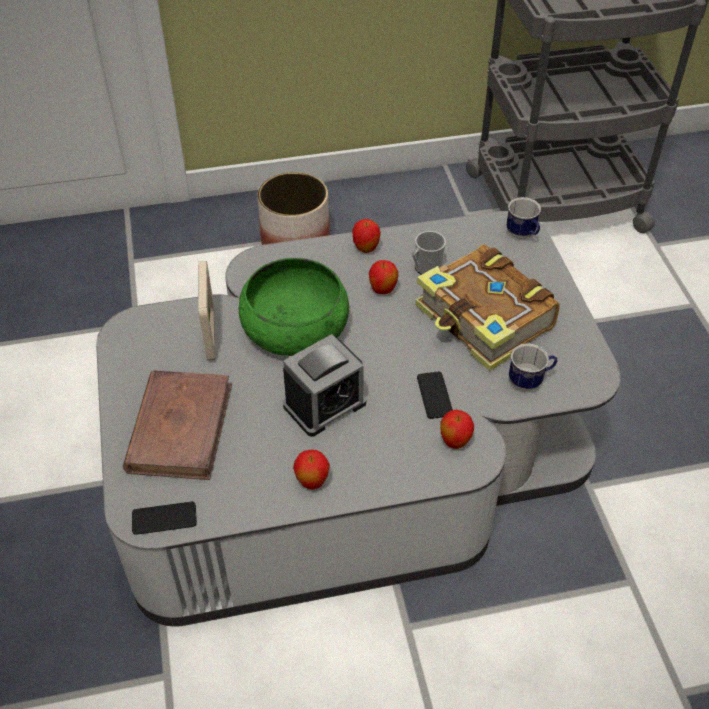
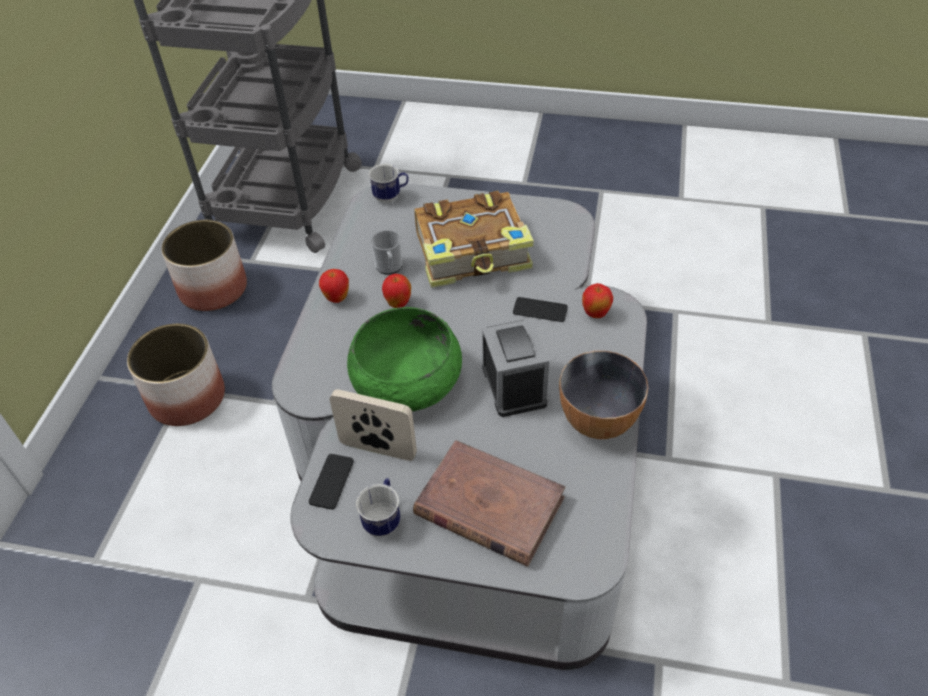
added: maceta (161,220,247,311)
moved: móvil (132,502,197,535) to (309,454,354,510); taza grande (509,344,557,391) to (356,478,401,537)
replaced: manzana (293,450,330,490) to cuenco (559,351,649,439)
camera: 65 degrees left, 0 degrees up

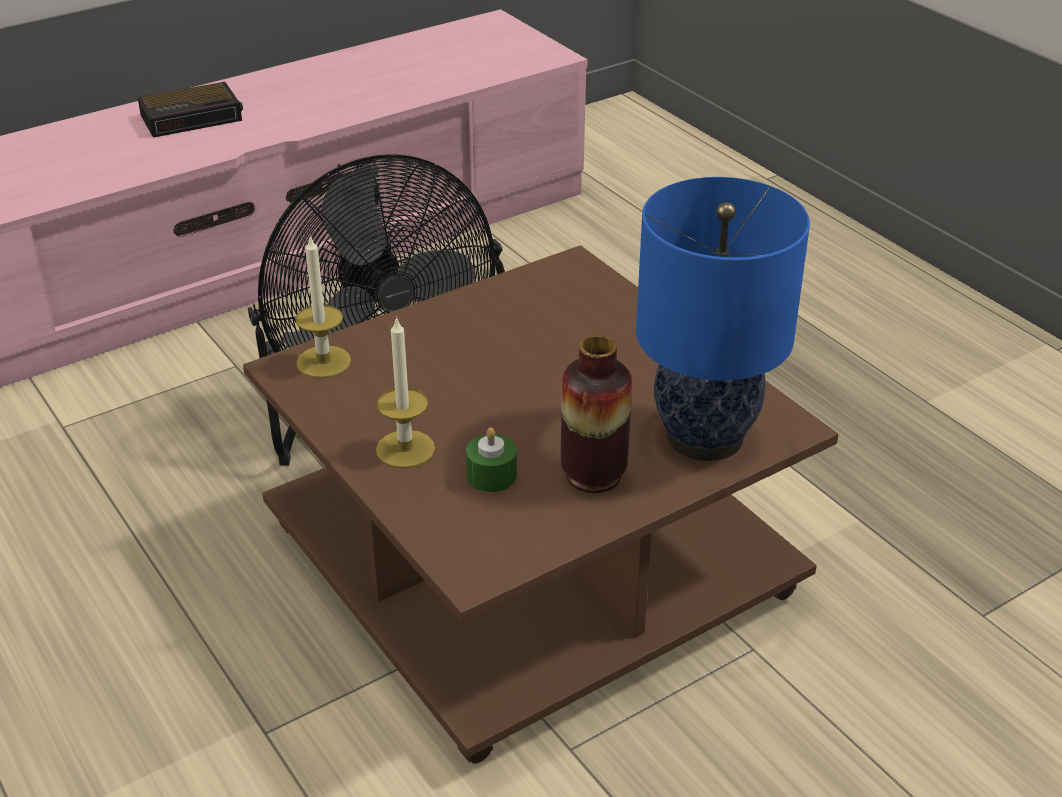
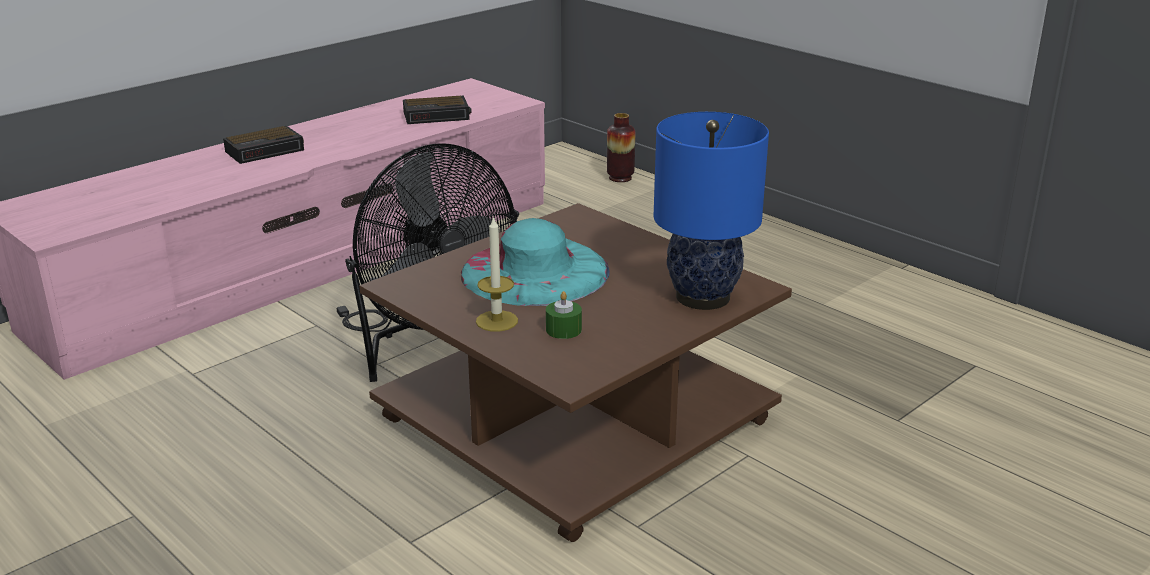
removed: vela (295,234,351,378)
added: despertador (403,95,472,124); sombrero/turquesa (461,218,610,306)
moved: florero (561,335,632,493) to (607,113,635,182)
camera: 10 degrees left, 10 degrees down

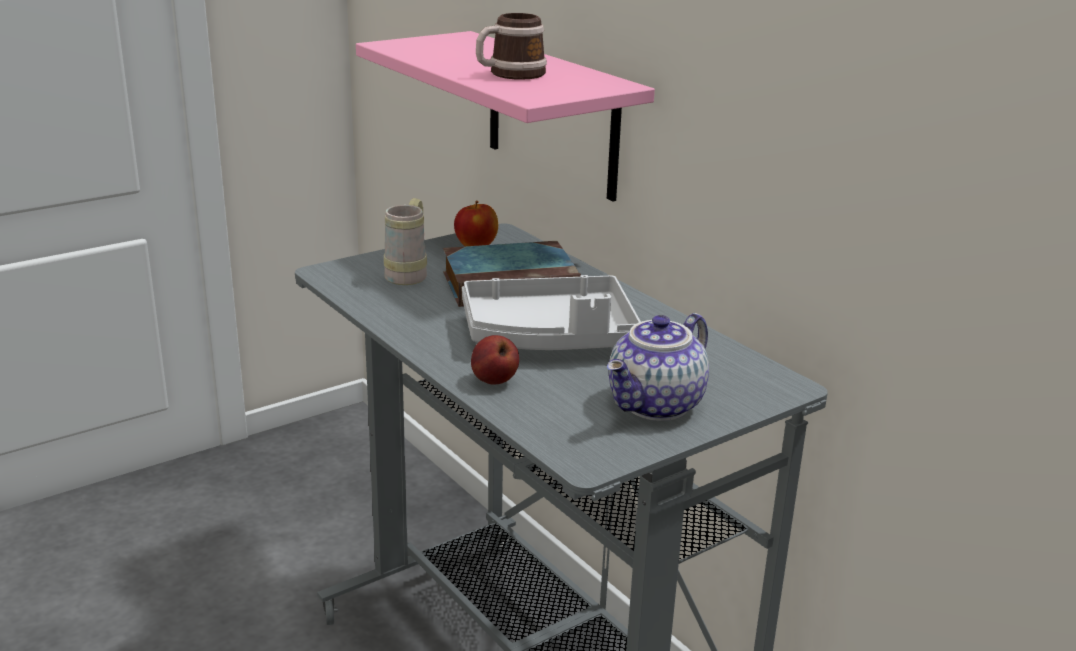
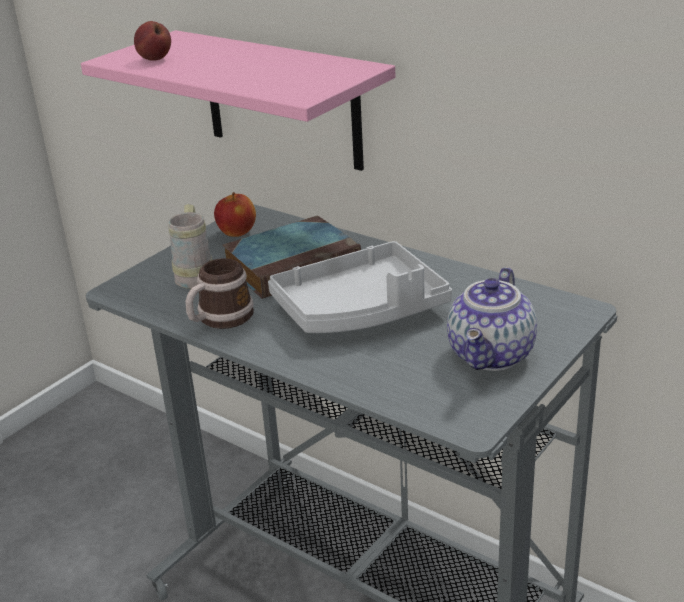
moved: manzana (471,335,519,384) to (134,21,171,61); taza grande (476,13,547,80) to (185,258,254,329)
camera: 15 degrees left, 5 degrees up

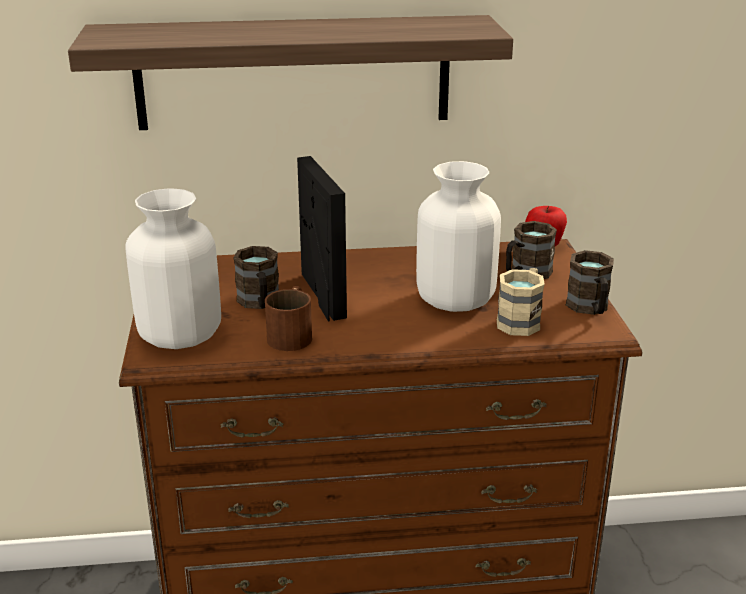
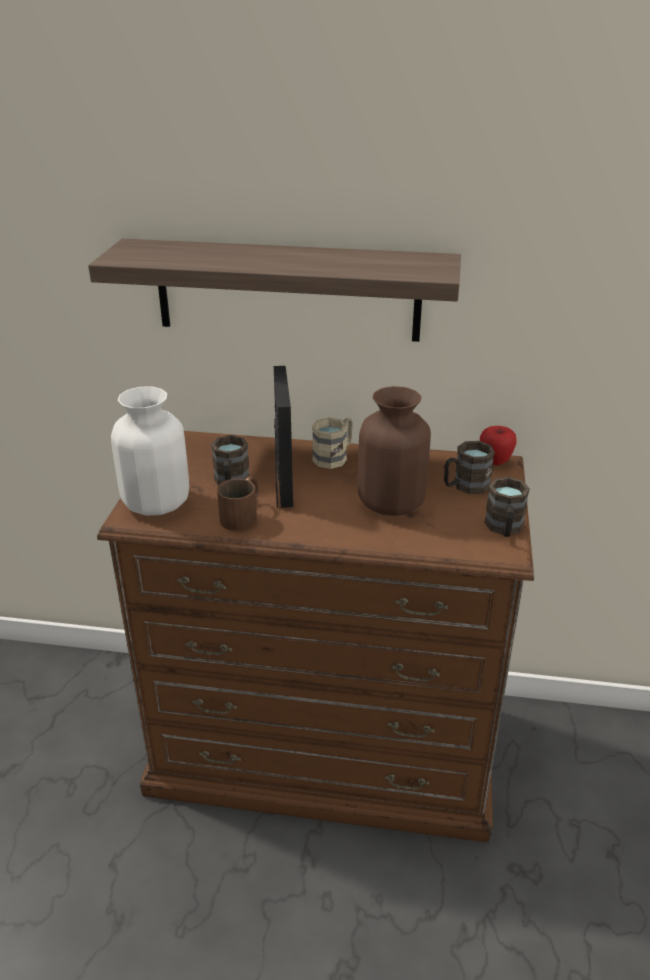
moved: taza grande/beis (497,268,545,336) to (312,417,353,469)
recoloured: florero/blanco (416,161,501,312) to florero/marrón (358,386,431,516)
camera: 15 degrees right, 5 degrees up

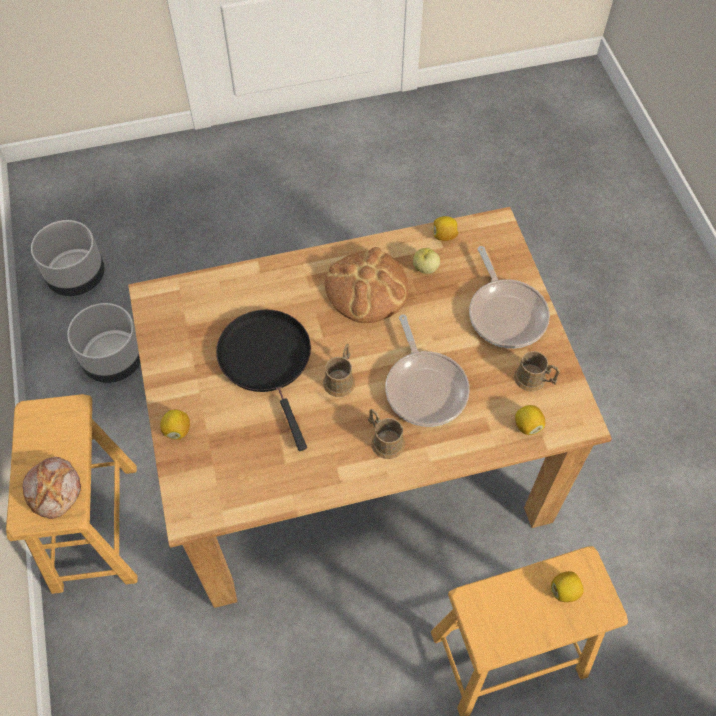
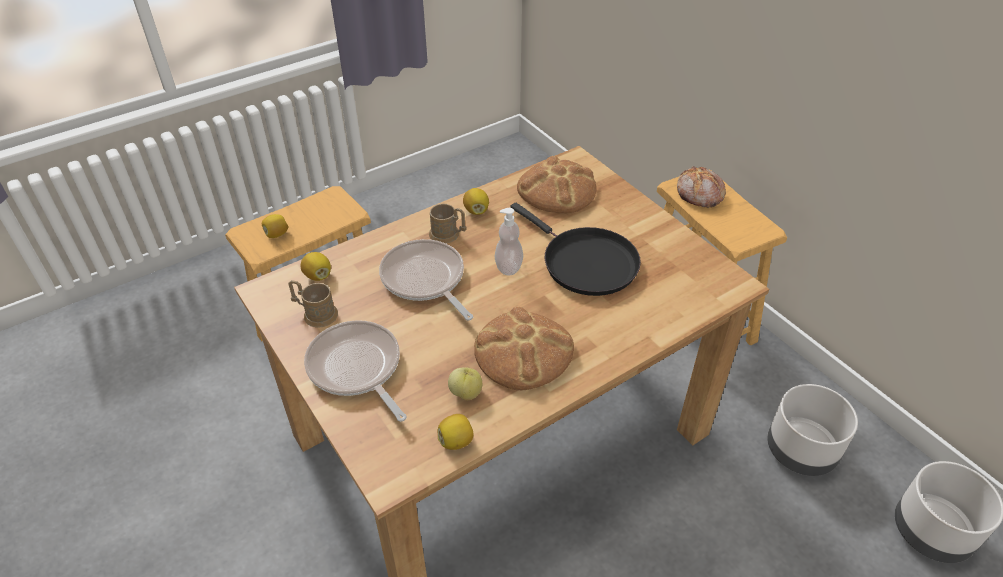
added: pan (517,156,597,213)
moved: limón (160,410,190,440) to (463,188,489,215)
replaced: taza grande/marrón (323,343,355,397) to dispensador de jabón (495,208,523,276)
camera: 160 degrees right, 15 degrees down

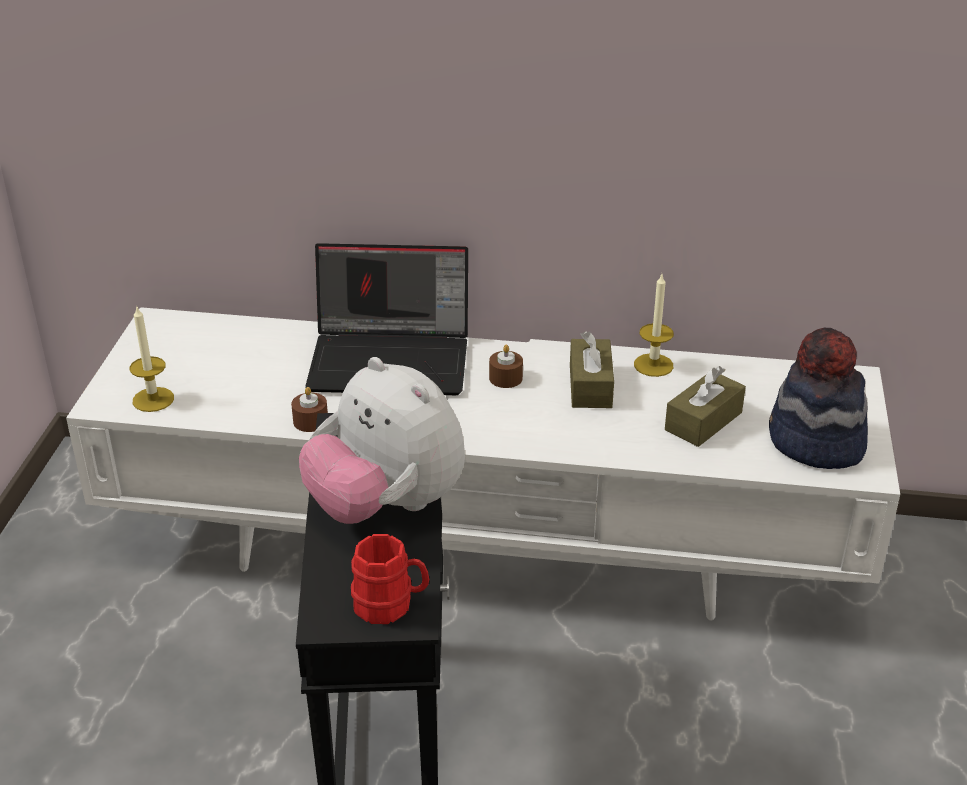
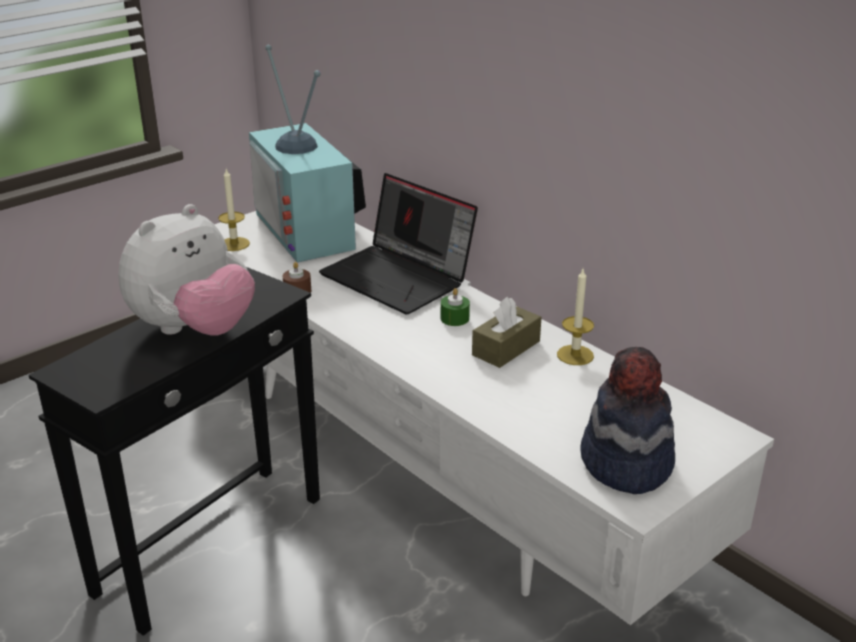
removed: taza grande/rojo (351,534,429,624); caja de pañuelos/marrón (665,366,746,447)
added: televisor (249,45,366,262)
recoloured: vela/marrón (489,345,523,388) to vela/verde (441,288,470,326)
turned: peluche (299,357,465,524) = (118,204,255,335) 135 degrees counterclockwise
camera: 40 degrees right, 5 degrees down

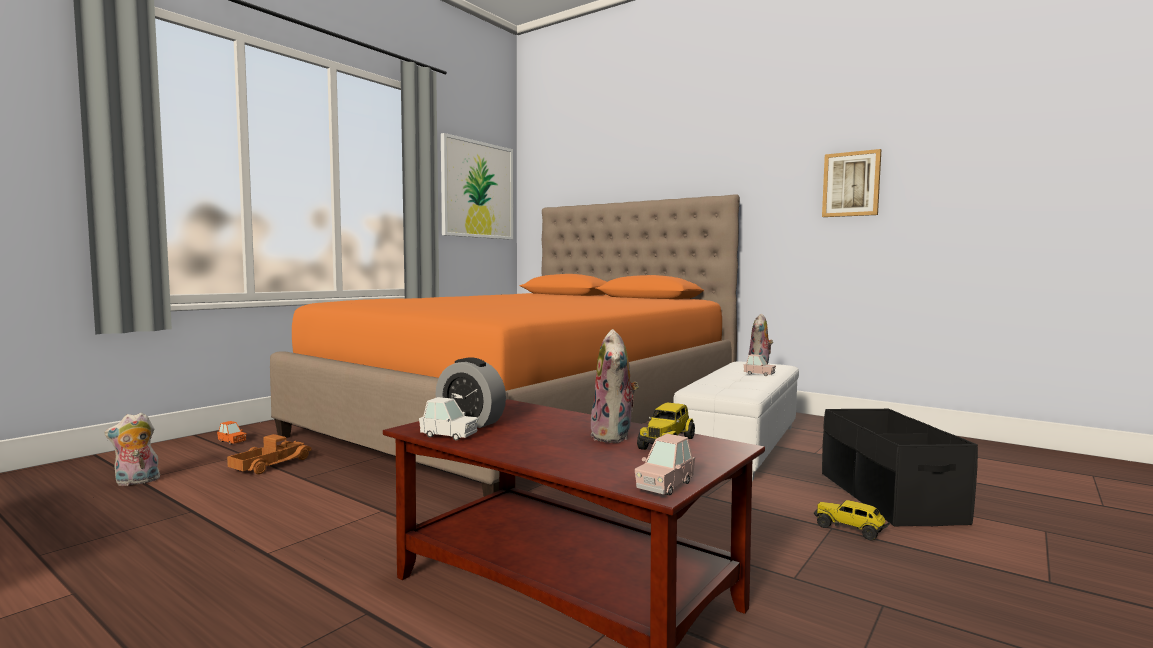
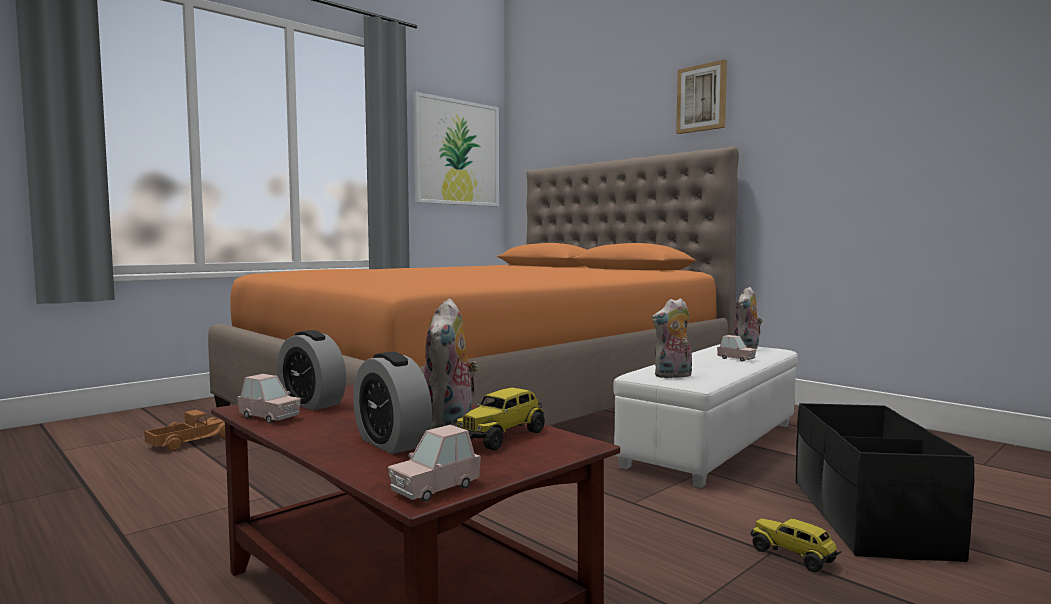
removed: coche de juguete/naranja (217,421,247,445)
added: despertador (353,352,432,454)
moved: peluche (104,412,160,486) to (652,298,692,378); cuadro (822,149,881,217) to (676,59,727,134)
recoloured: coche de juguete/blanco (419,397,479,441) to coche de juguete/rosa (237,374,301,423)
camera: 10 degrees right, 0 degrees up

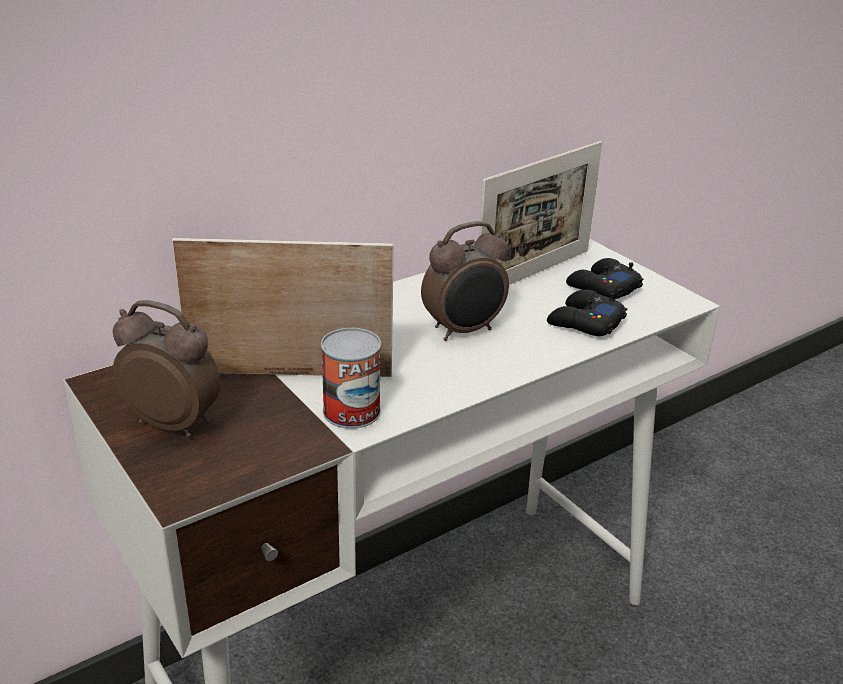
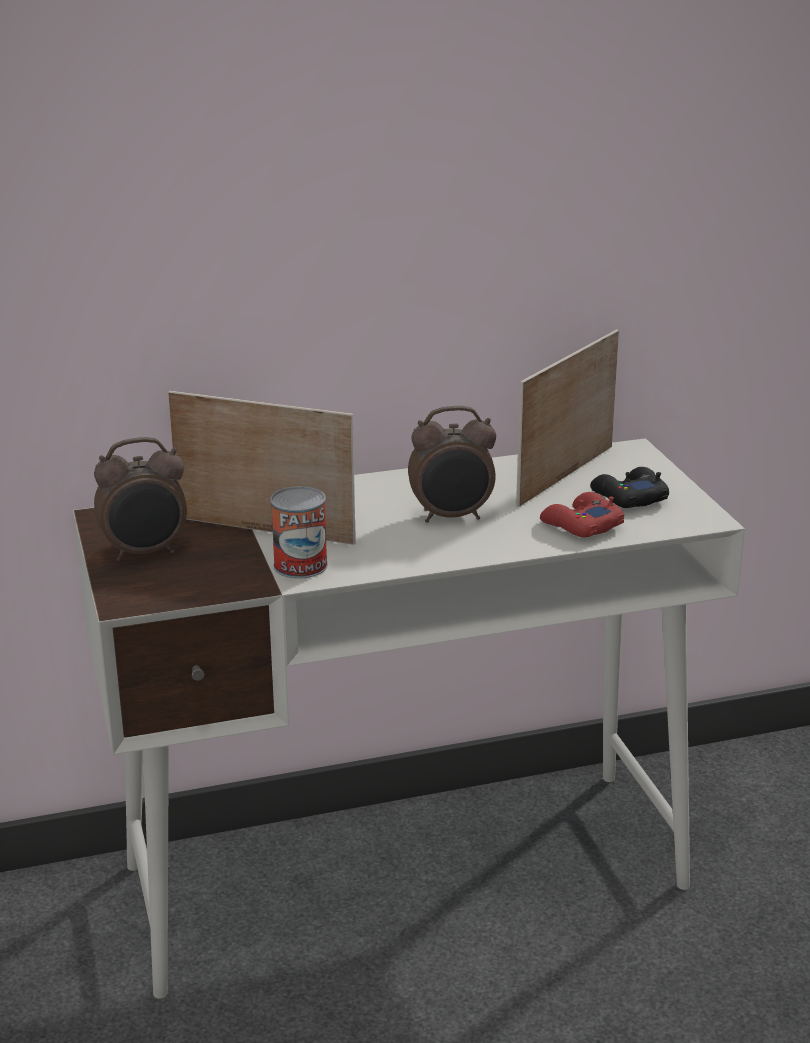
recoloured: mando de consola/negro (547,289,627,336) to mando de consola/rojo (540,492,624,538)
turned: despertador (113,300,221,437) = (94,437,187,561) 120 degrees clockwise; portarretratos (479,141,602,285) = (516,329,619,507) 150 degrees clockwise
camera: 20 degrees right, 5 degrees down

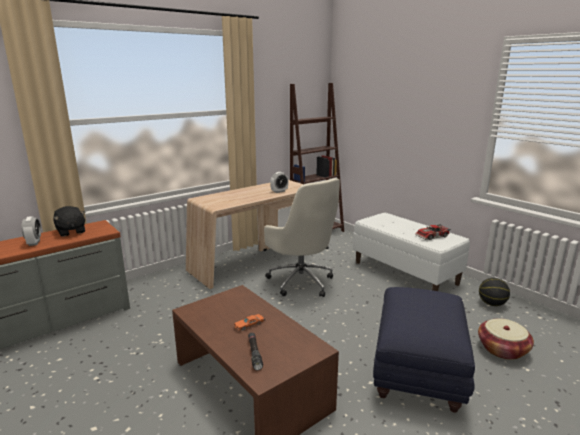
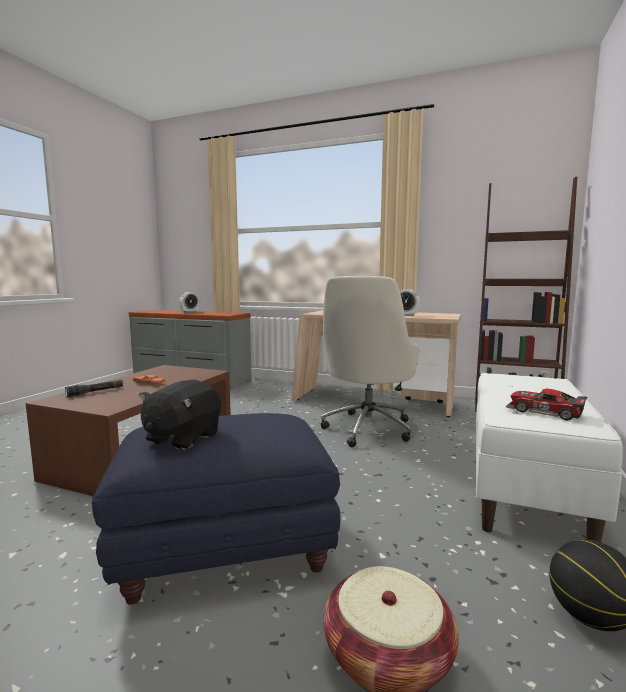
moved: peluche/negro (53,206,86,237) to (139,379,221,450)
camera: 60 degrees right, 10 degrees down

